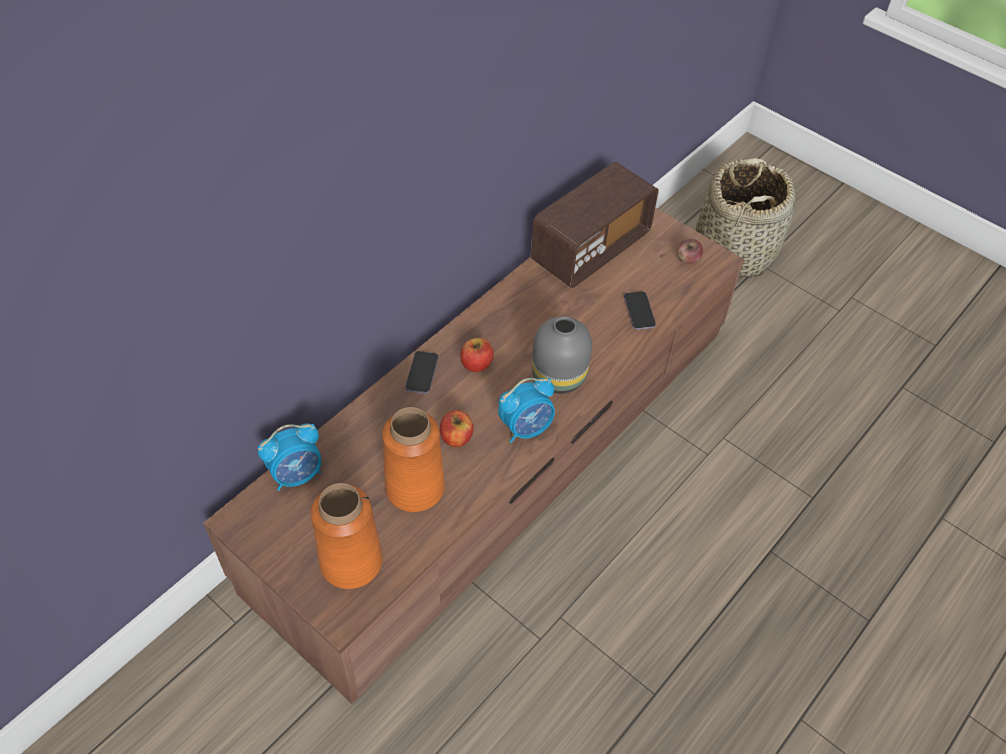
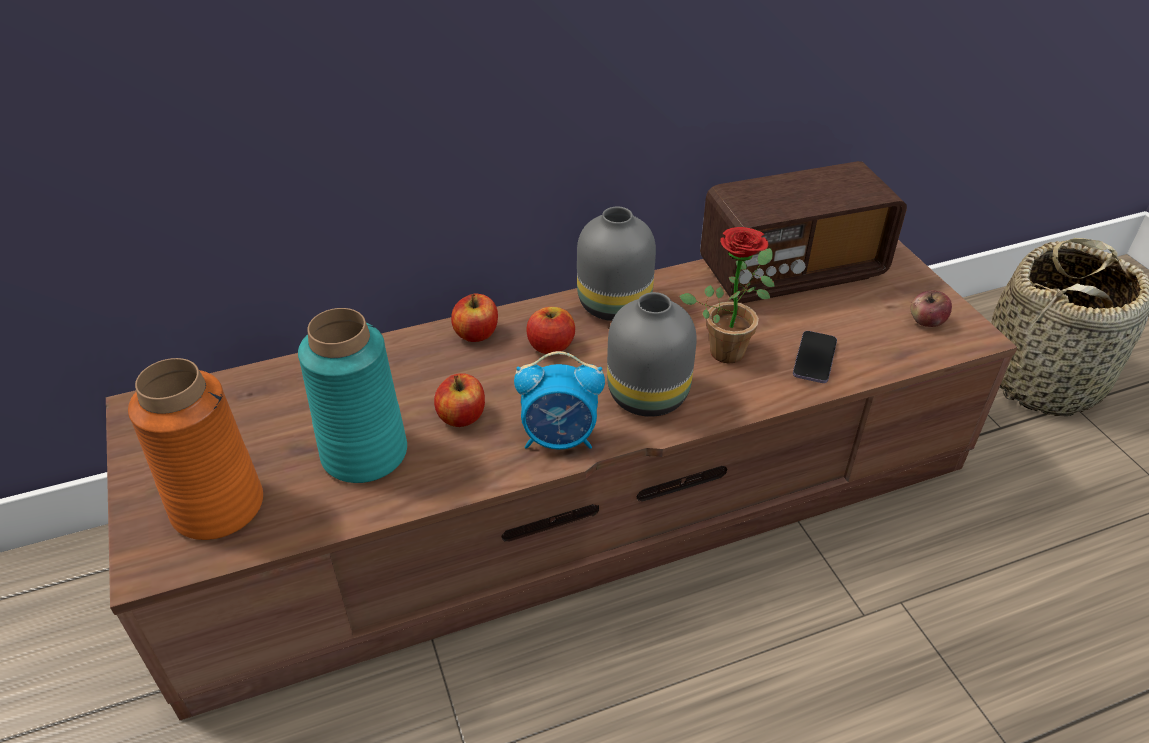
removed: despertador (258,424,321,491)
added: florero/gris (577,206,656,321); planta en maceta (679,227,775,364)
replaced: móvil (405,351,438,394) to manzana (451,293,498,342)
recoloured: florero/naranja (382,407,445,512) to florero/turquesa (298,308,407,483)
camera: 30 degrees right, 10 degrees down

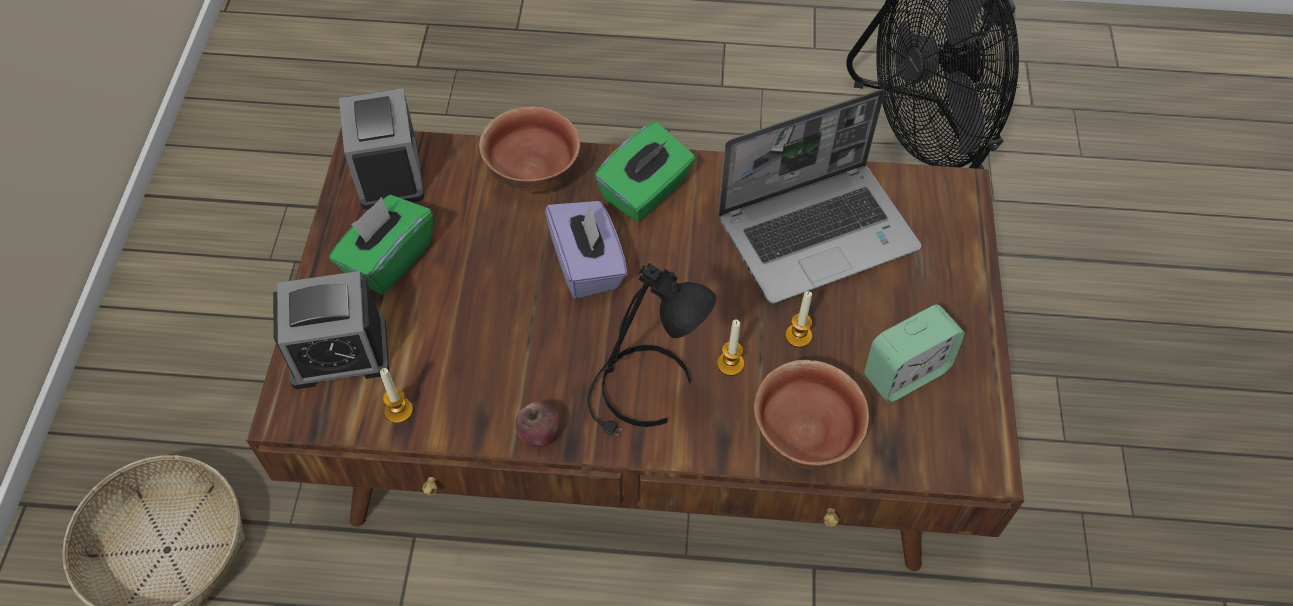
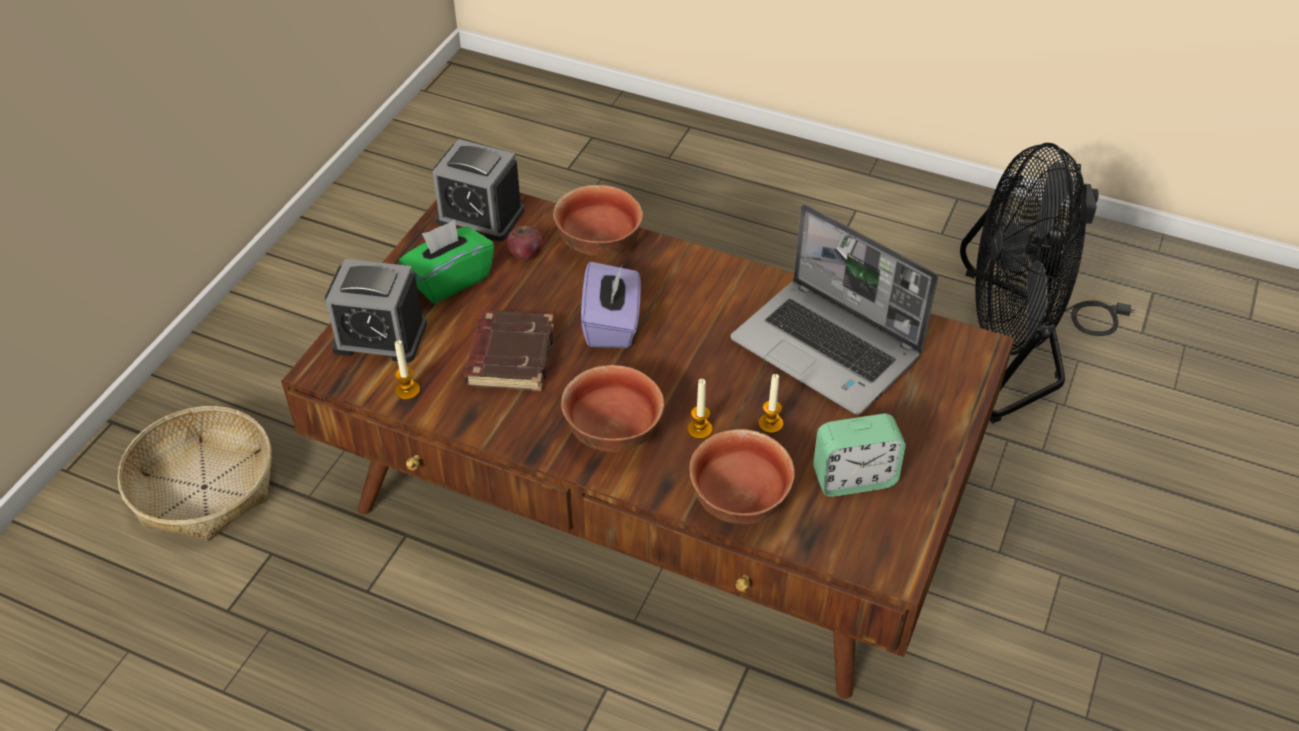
removed: caja de pañuelos/verde (594,122,695,222)
added: libro/marrón (464,311,554,391)
moved: manzana (515,402,560,447) to (507,226,542,260)
replaced: lámpara de mesa/negro (587,263,716,436) to cuenco (561,365,664,452)
turned: despertador (339,88,424,210) = (432,139,525,241) 105 degrees clockwise; portátil (718,89,922,304) = (730,204,938,415) 45 degrees clockwise
camera: 20 degrees right, 10 degrees down

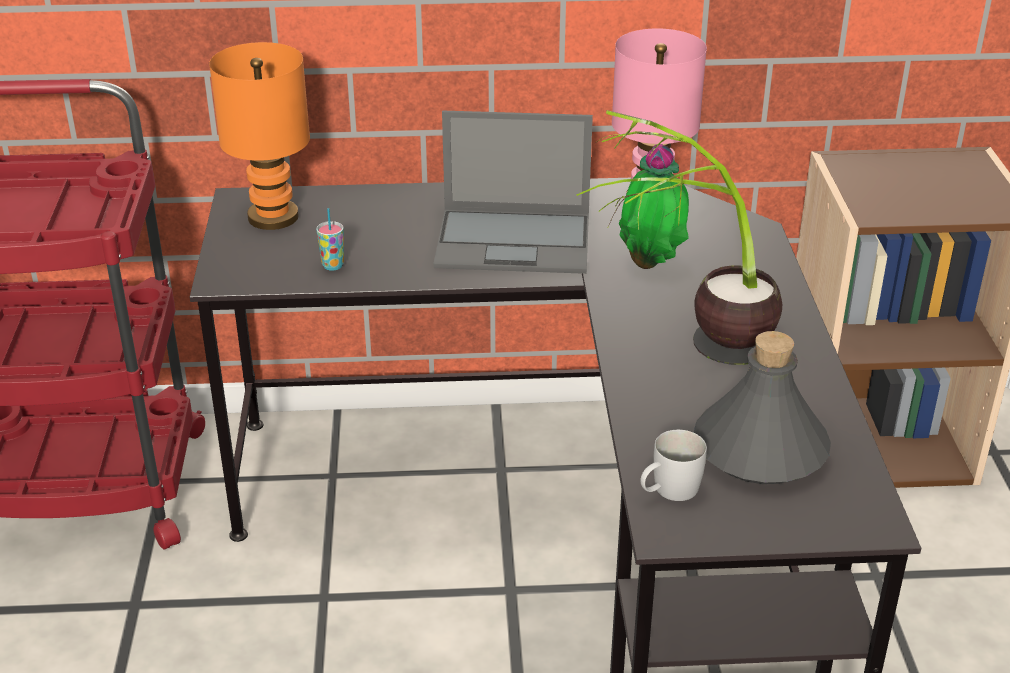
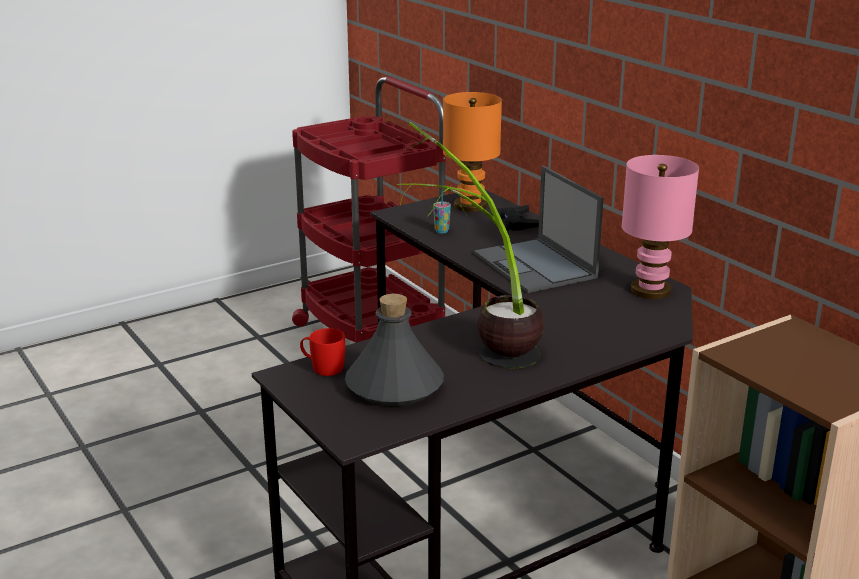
removed: planta en maceta (619,144,689,269)
added: mando de consola/negro (497,205,539,231)
recoloured: taza grande/blanco (641,430,707,501) to taza grande/rojo (300,328,345,376)
camera: 60 degrees right, 10 degrees down

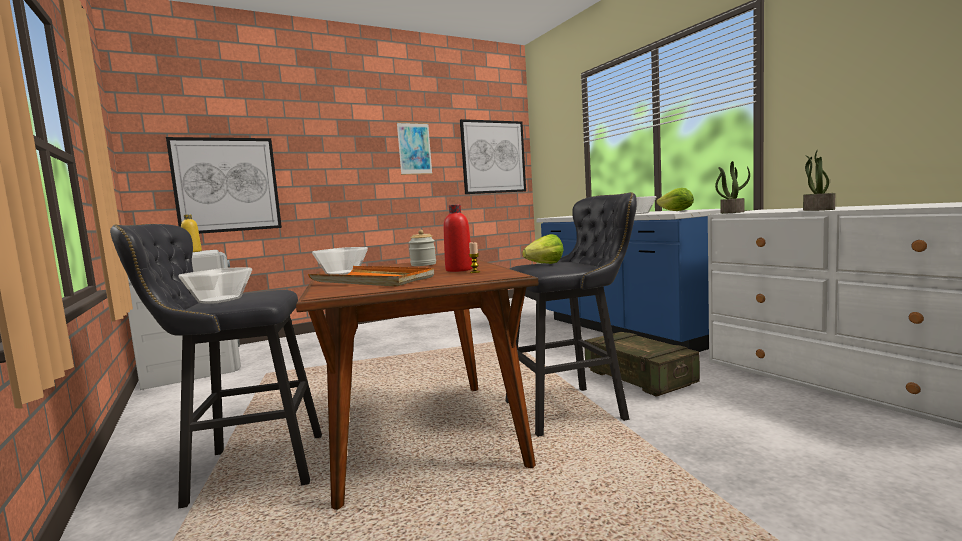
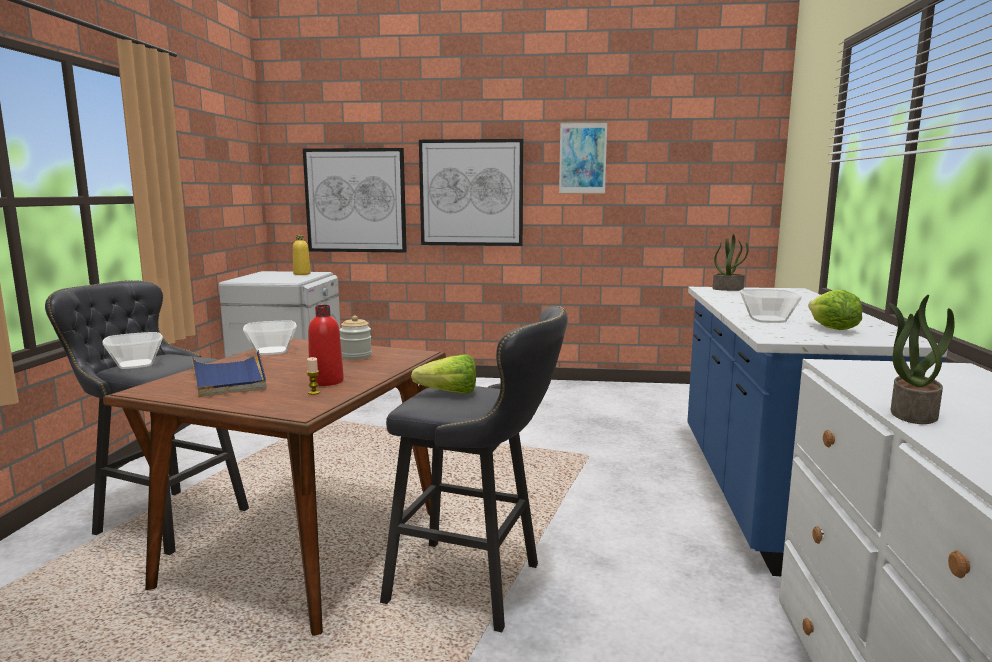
removed: caja de embalaje (584,332,700,397)
moved: cuadro (460,119,526,194) to (419,139,523,246); planta en maceta (715,161,750,214) to (713,234,749,291)
recoloured: bandeja/naranja (308,266,434,287) to bandeja/azul (191,350,266,397)
camera: 35 degrees right, 5 degrees up

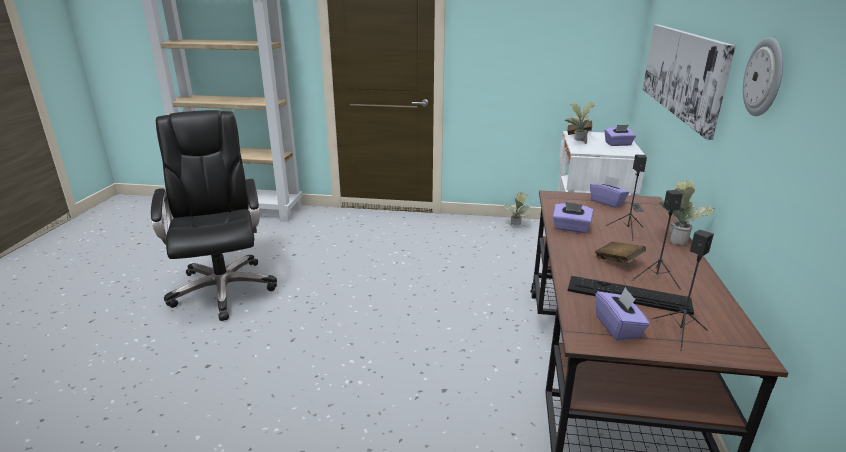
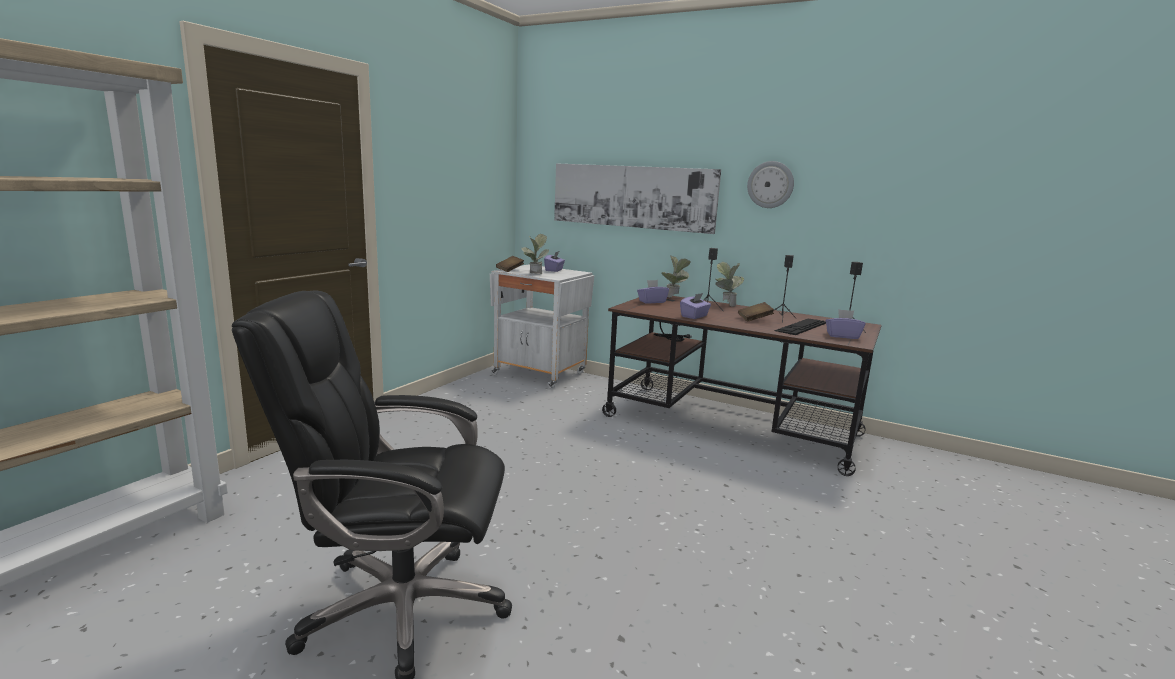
moved: planta en maceta (503,192,531,225) to (661,255,691,297)
camera: 70 degrees left, 10 degrees down

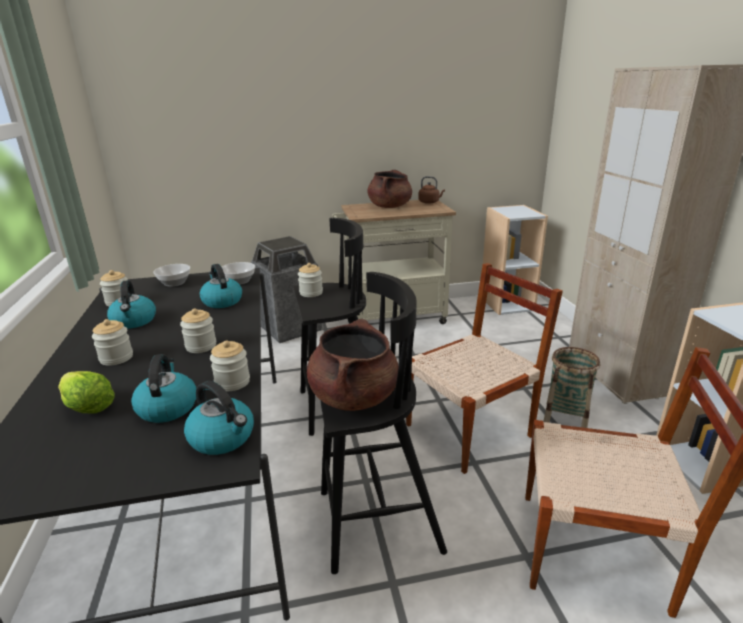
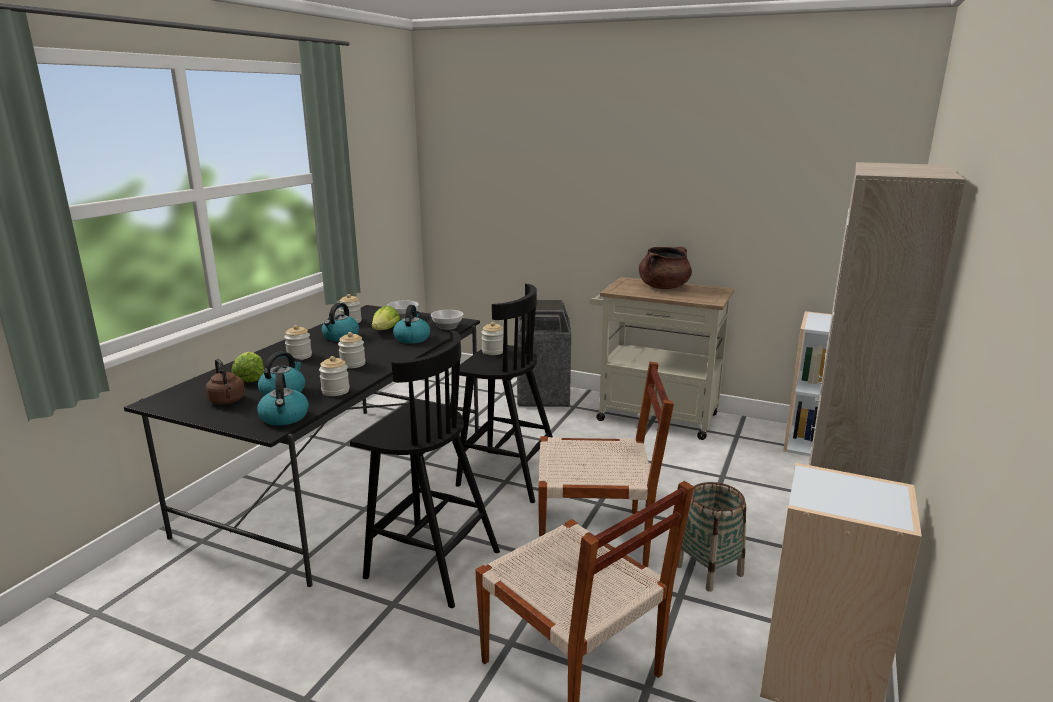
removed: olla/marrón (307,319,399,411)
added: lechuga (372,306,400,330)
moved: hervidor/marrón (418,176,445,204) to (206,359,245,404)
camera: 35 degrees right, 5 degrees down

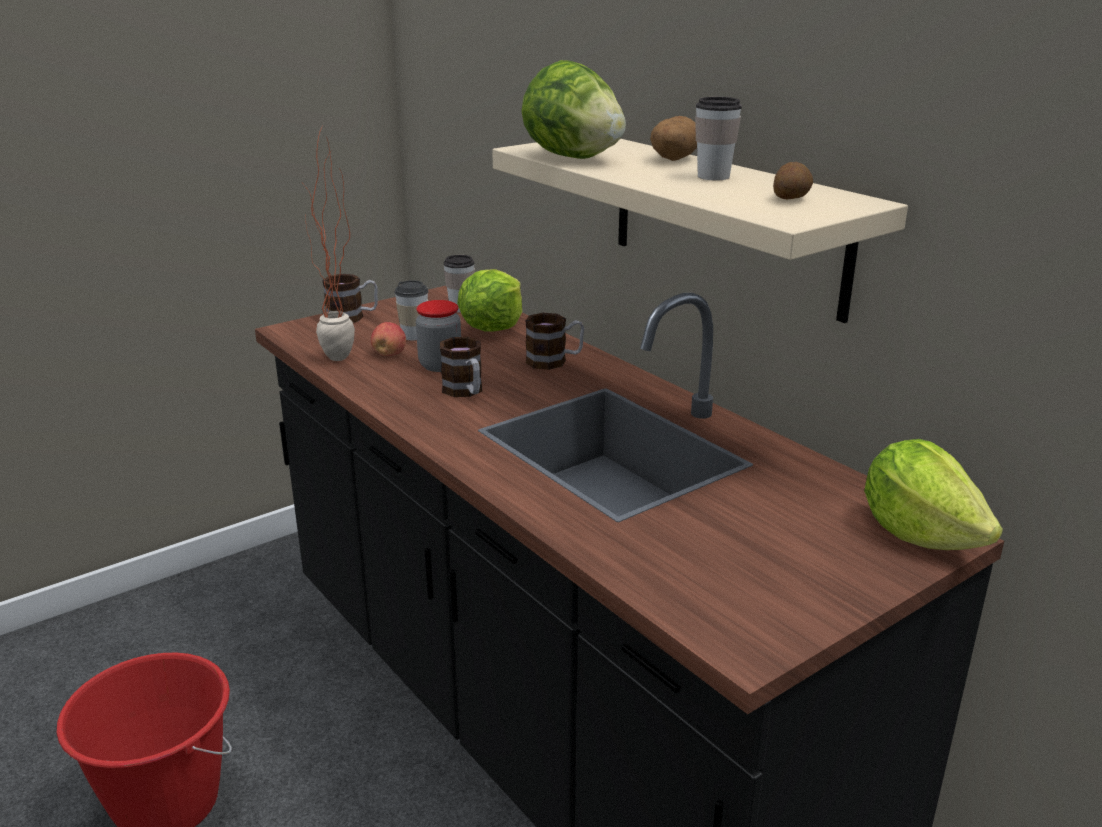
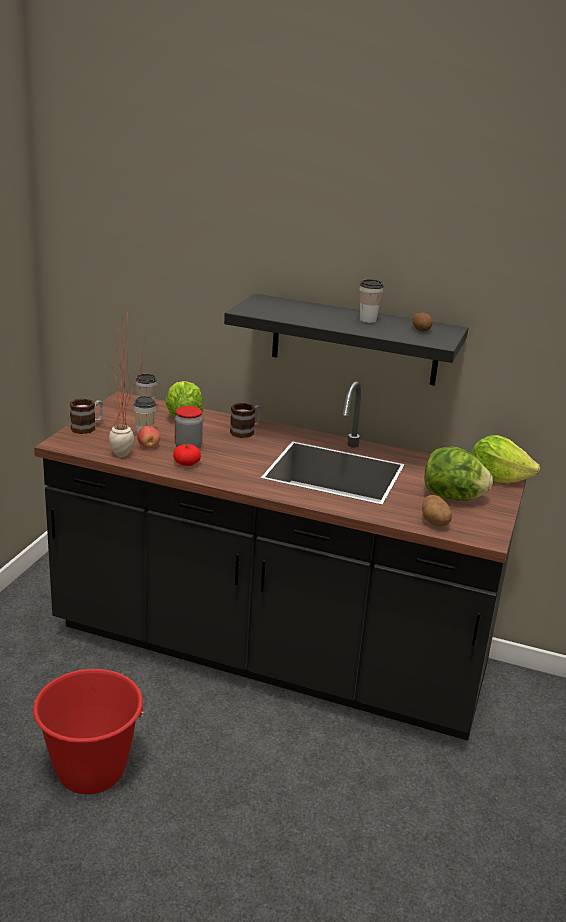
removed: taza grande (440,337,482,397)
added: tomate (173,444,201,466)
moved: lechuga (521,60,626,159) to (424,446,493,501); patata (650,116,697,161) to (422,495,452,527)
recoloured: estante/beis (492,139,908,323) to estante/negro (224,293,468,386)
camera: 35 degrees left, 0 degrees up

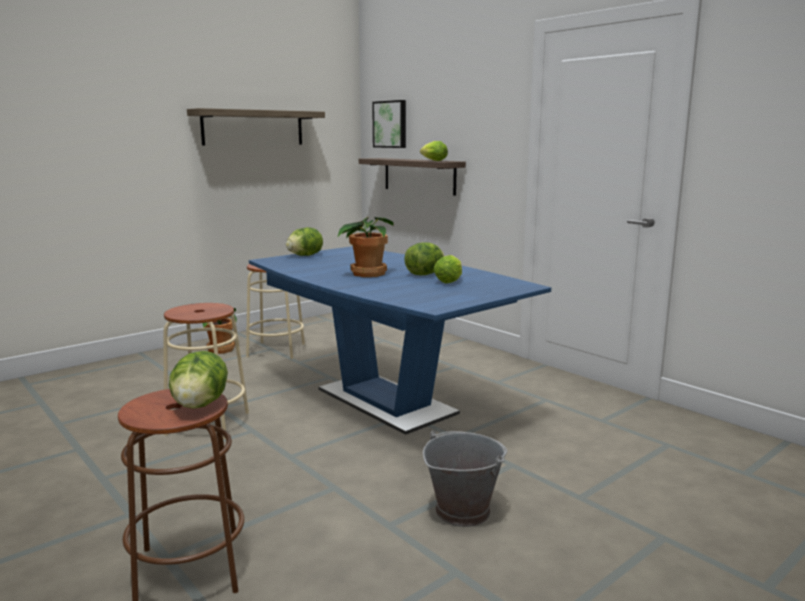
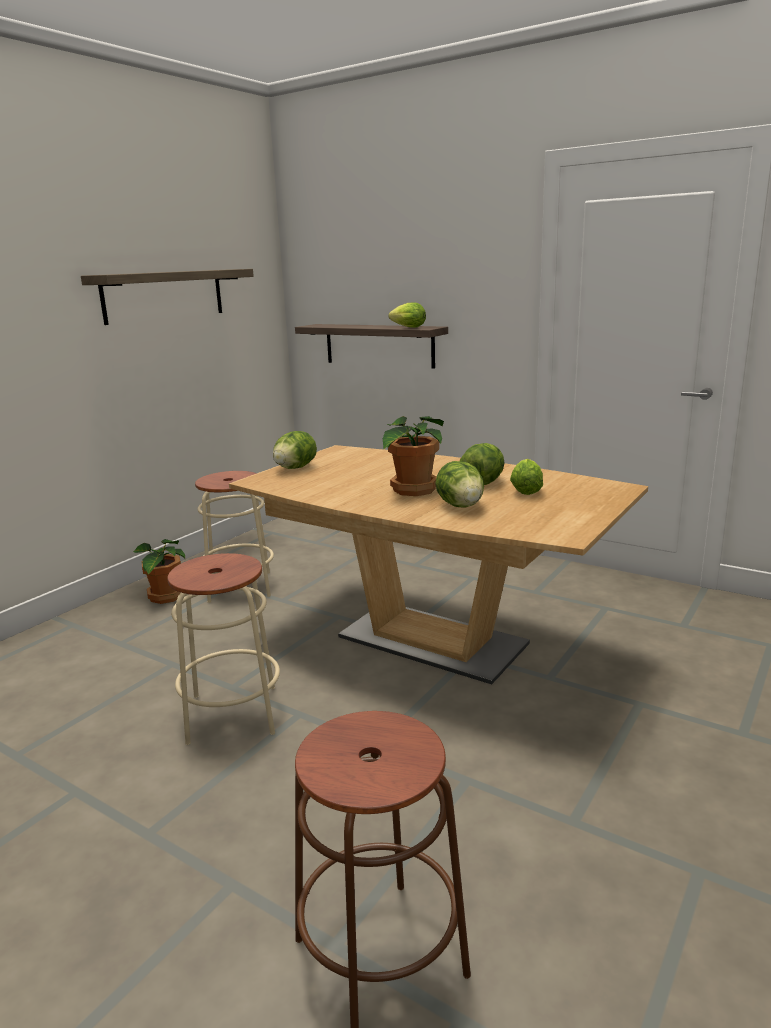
removed: cuadro (372,100,406,148); cubo/gris (423,430,507,527)
moved: lechuga (169,351,228,409) to (435,461,484,508)
recoloured: mesa de comedor/azul (249,246,551,435) to mesa de comedor/marrón (229,445,648,684)
camera: 15 degrees left, 5 degrees up

